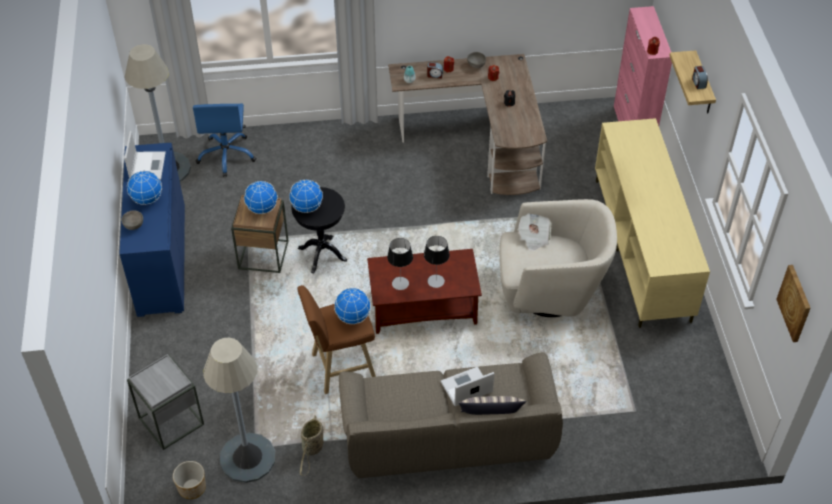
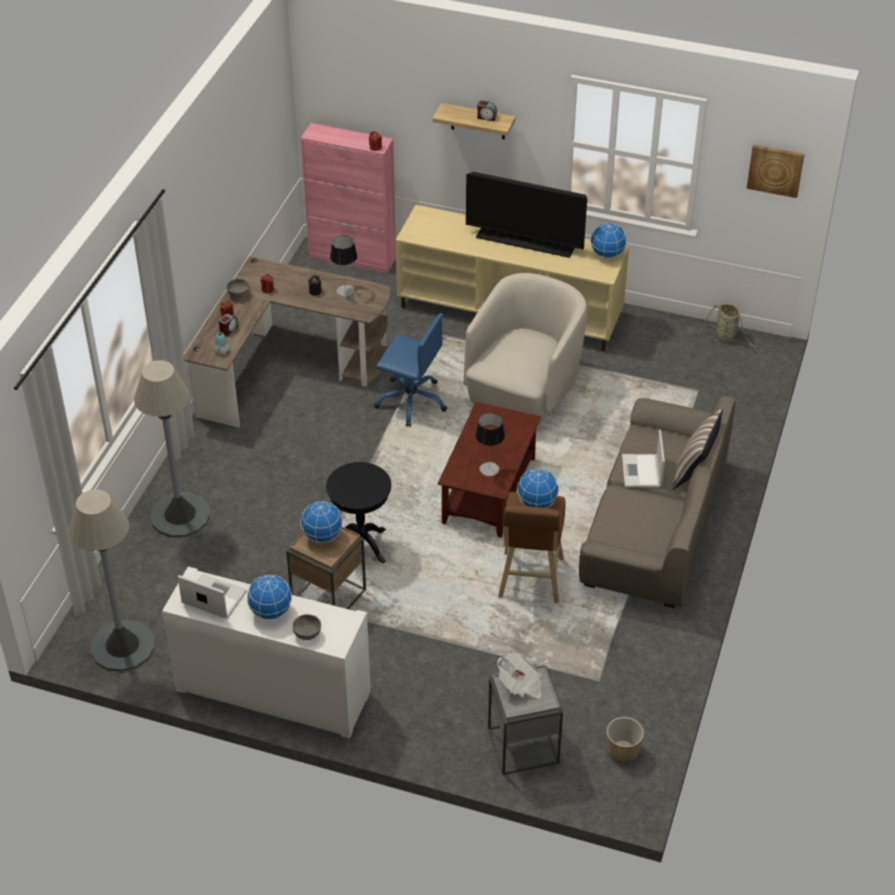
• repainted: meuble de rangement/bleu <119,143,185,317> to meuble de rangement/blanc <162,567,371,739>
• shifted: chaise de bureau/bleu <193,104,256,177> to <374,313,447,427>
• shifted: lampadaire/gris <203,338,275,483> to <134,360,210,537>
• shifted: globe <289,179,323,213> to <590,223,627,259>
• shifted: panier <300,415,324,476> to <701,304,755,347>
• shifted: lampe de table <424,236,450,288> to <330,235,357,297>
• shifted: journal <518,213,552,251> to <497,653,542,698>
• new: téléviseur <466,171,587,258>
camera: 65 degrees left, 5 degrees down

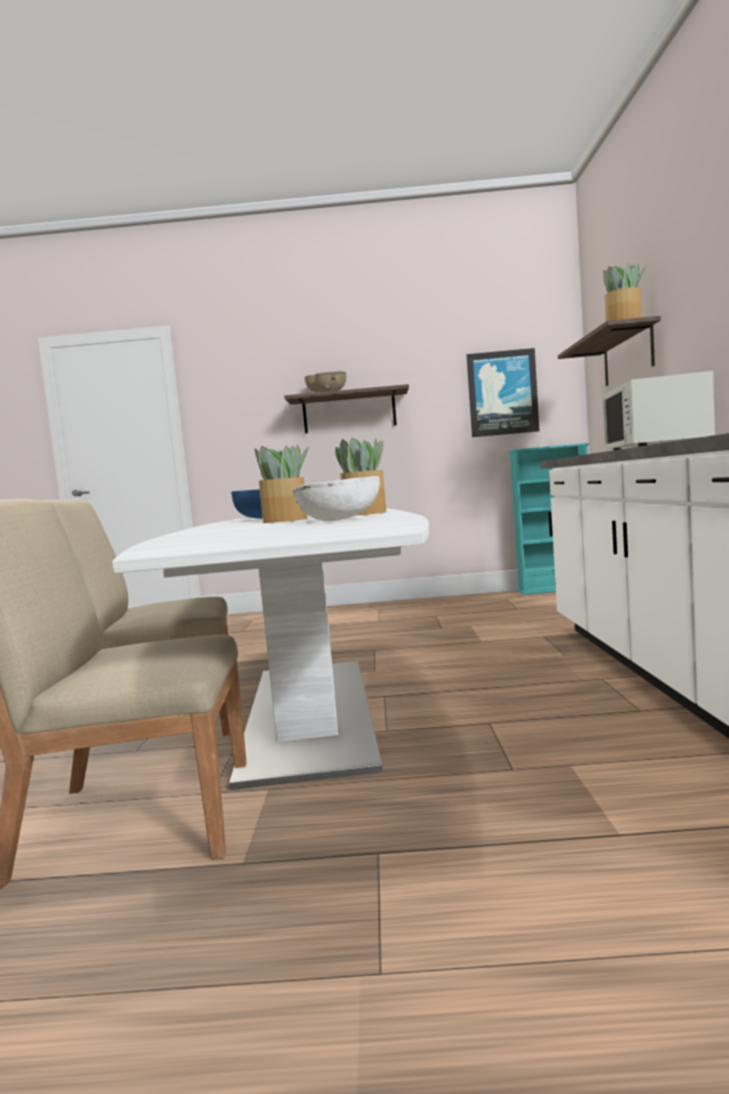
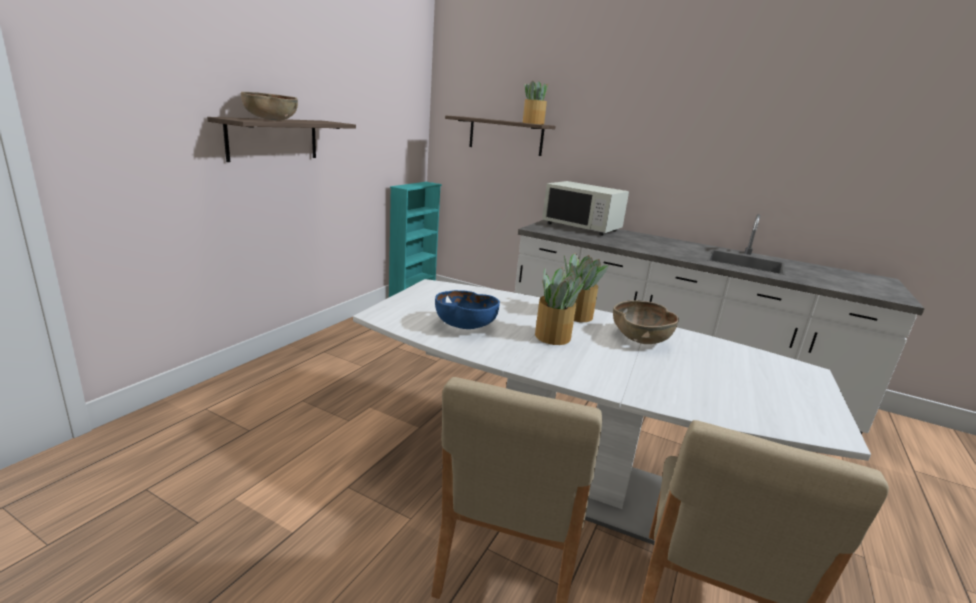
• repainted: bol/blanc <293,476,380,521> to bol/marron <613,300,679,344>
• gone: tableau <466,348,539,437>
camera: 65 degrees left, 15 degrees up

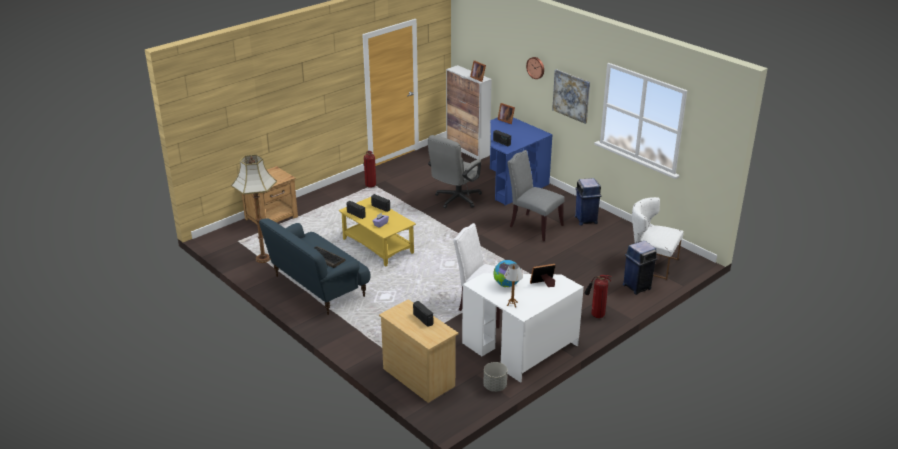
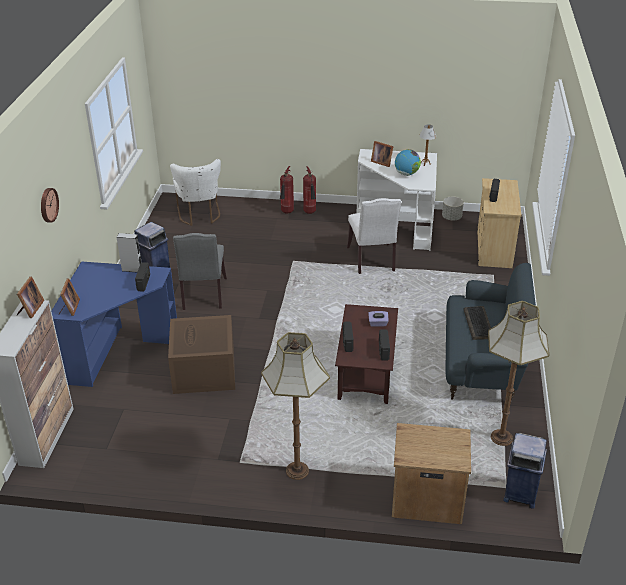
• repainted: table basse/jaune <339,197,416,267> to table basse/marron <335,304,398,404>
• shifted: extincteur <363,151,376,188> to <280,166,294,214>
• swapped: chaise de bureau/gris <428,135,482,208> to boîte de rangement/marron <168,315,235,394>
• gone: tableau <552,69,590,124>
• shifted: poubelle/bleu <623,241,657,295> to <503,433,547,509>
• new: enceinte/gris <117,233,142,273>
• new: lampadaire <261,332,330,480>
camera: 130 degrees left, 5 degrees up

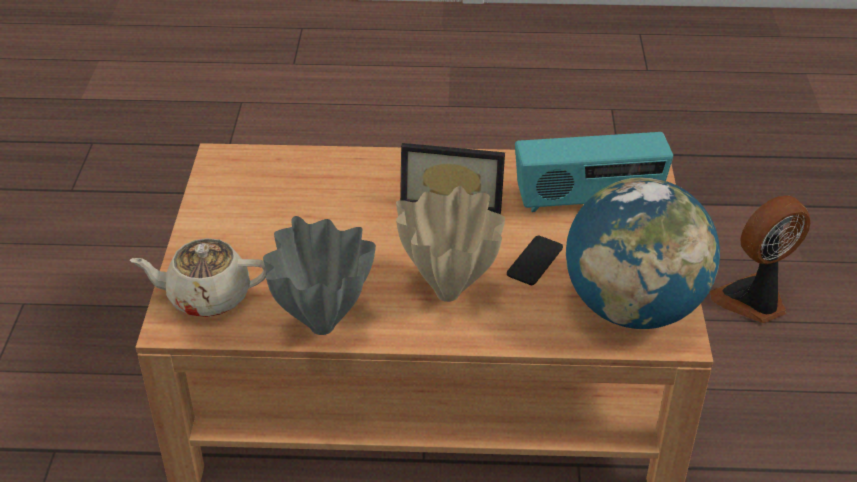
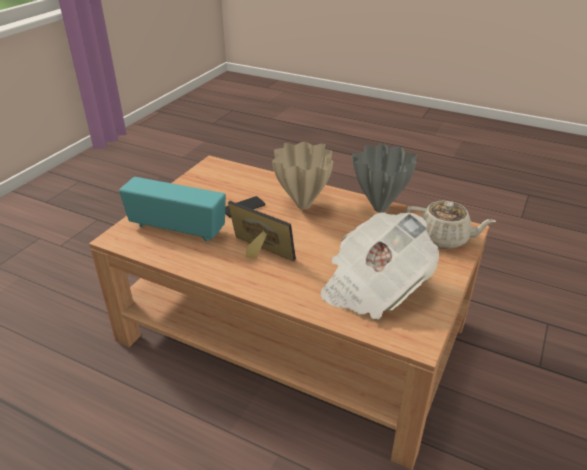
• gone: globe <566,178,720,329>
• gone: ventilateur <710,196,810,323>
• new: journal <320,212,439,319>
camera: 155 degrees left, 5 degrees down

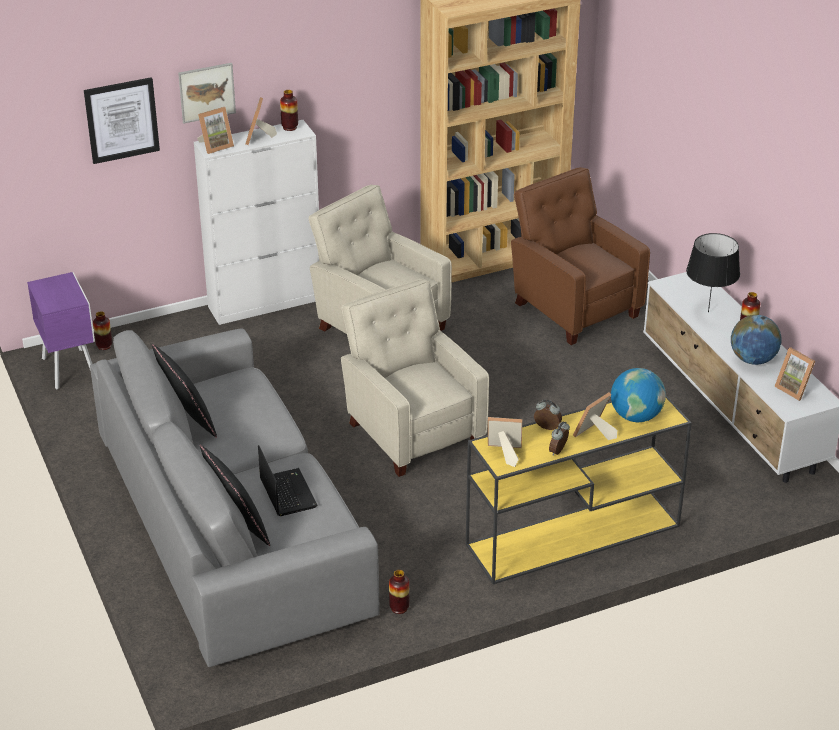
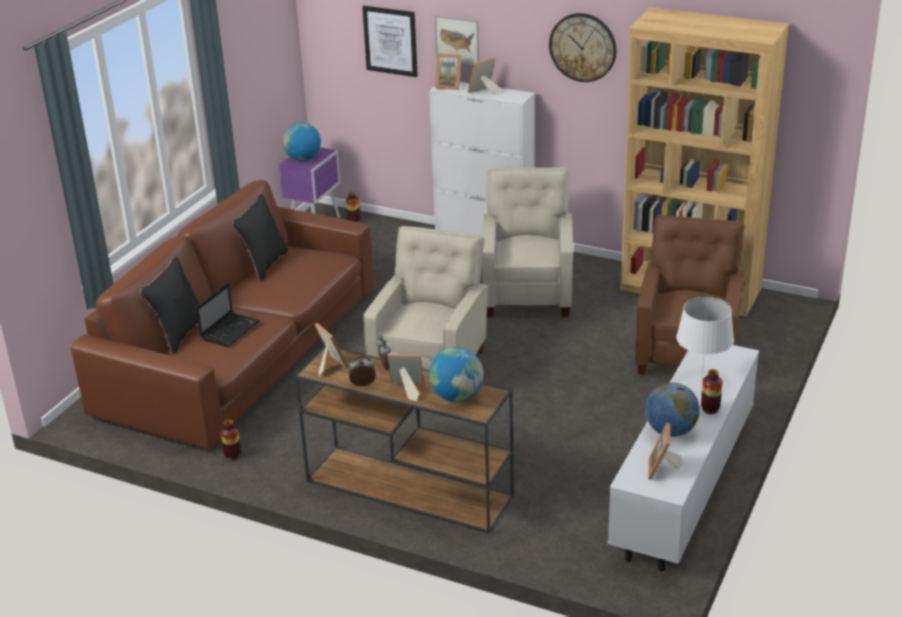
• repainted: canapé/gris <90,328,380,667> to canapé/marron <71,180,374,449>
• gone: vase <280,90,298,131>
• repainted: table console/jaune <466,395,692,584> to table console/marron <295,346,513,533>
• repainted: lampe de table/noir <686,233,740,313> to lampe de table/blanc <676,297,734,382>
• new: globe <282,122,321,161>
• new: horloge murale <549,13,617,82>
camera: 50 degrees right, 5 degrees down

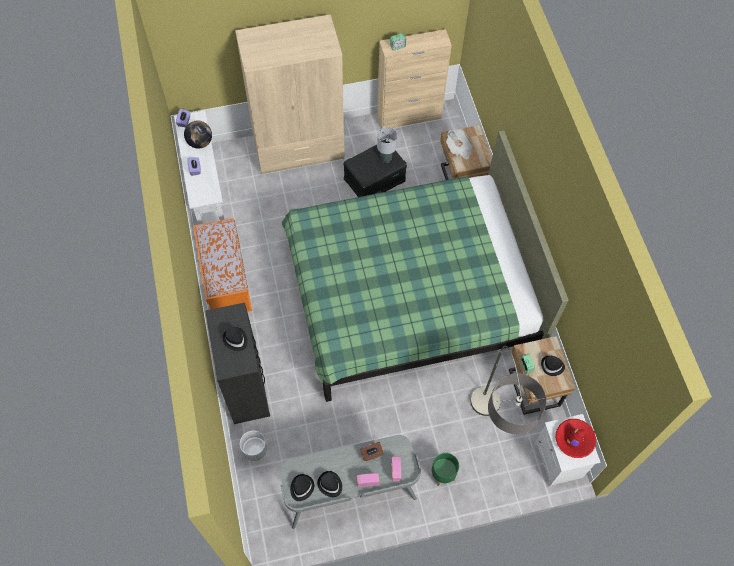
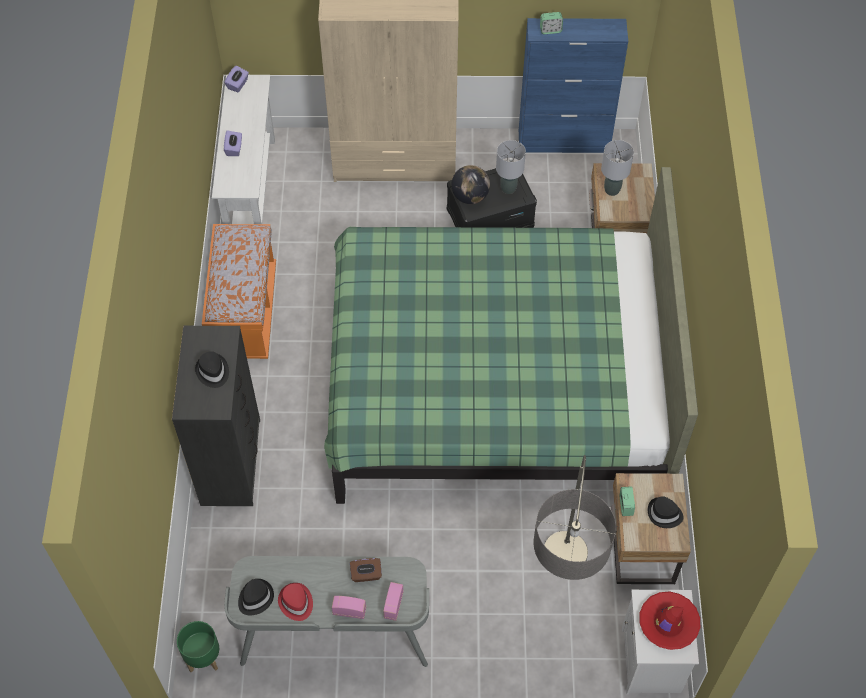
• shifted: globe <184,121,212,149> to <451,165,490,204>
• gone: cache-pot/blanc <240,431,267,461>
• repainted: chapeau/noir <317,471,342,497> to chapeau/rouge <278,583,313,621>
• repainted: meuble de rangement/beige <377,29,452,129> to meuble de rangement/bleu <519,18,628,153>
• shifted: cache-pot/vert <431,453,459,486> to <177,621,219,672>
• swapped: journal <446,129,473,159> to lampe de table/gris <601,140,634,196>
camera: 15 degrees right, 5 degrees down

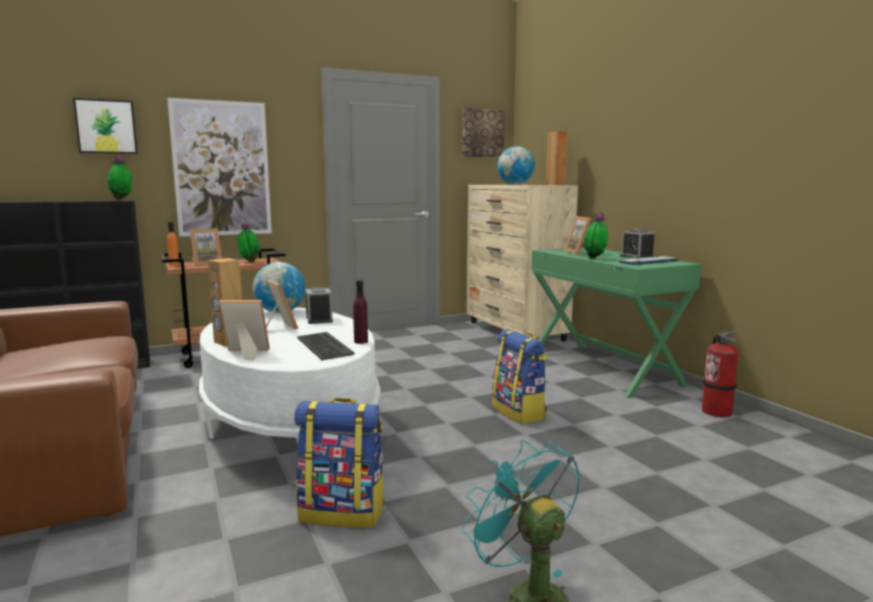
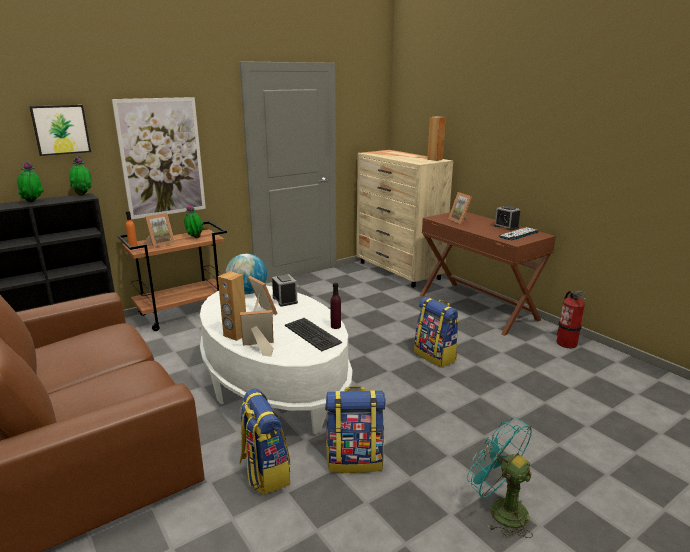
• gone: tableau <462,108,505,157>
• gone: globe <497,146,535,185>
• repainted: bureau/vert <531,247,701,398> to bureau/marron <419,212,556,336>
• shifted: plante en pot <583,212,608,259> to <17,161,44,203>
• new: sac à dos <240,389,290,495>
camera: 10 degrees left, 10 degrees up

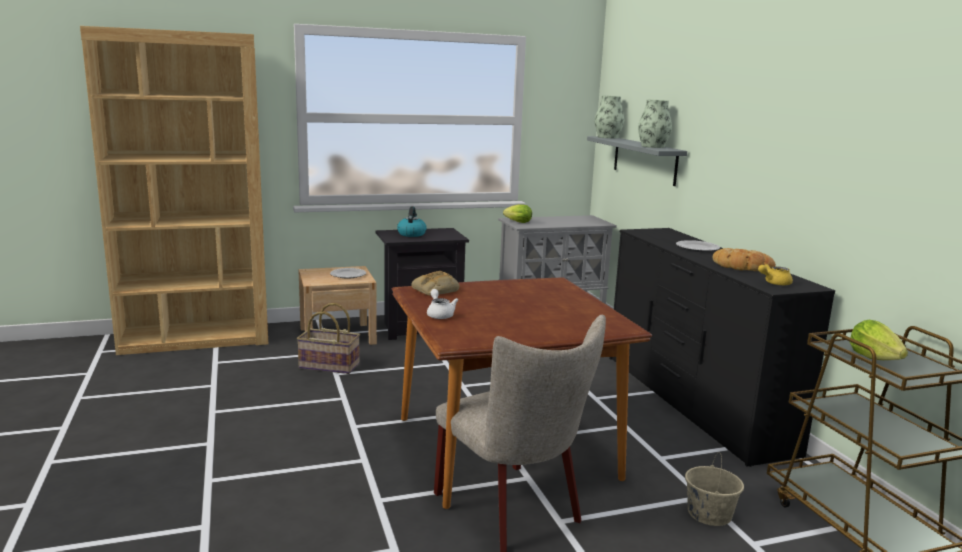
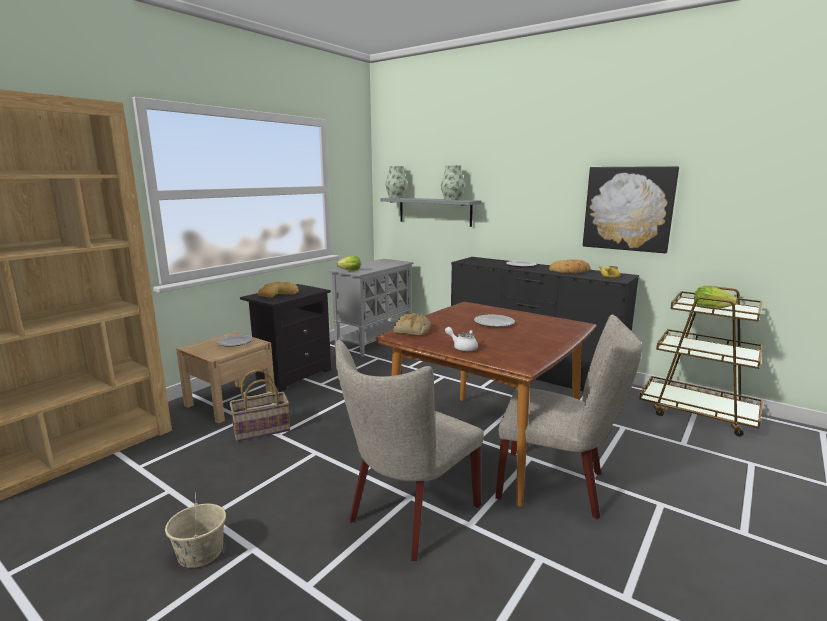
• swapped: bouilloire <397,207,427,237> to pain <258,281,299,298>
• shifted: seau/beige <685,452,744,526> to <165,492,226,568>
• new: chaise/beige <335,340,484,561>
• new: assiette <474,315,515,327>
• new: tableau <583,166,679,253>
camera: 35 degrees left, 0 degrees up

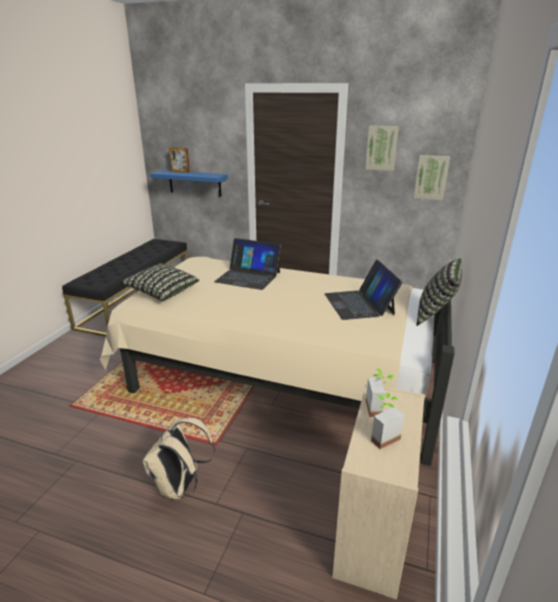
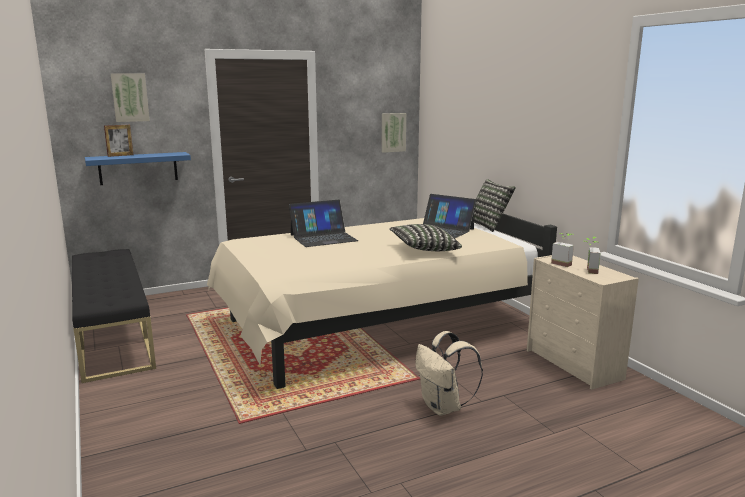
• shifted: coussin <120,263,199,301> to <389,224,462,251>
• shifted: tableau <365,125,399,171> to <111,73,150,122>
camera: 45 degrees left, 10 degrees down

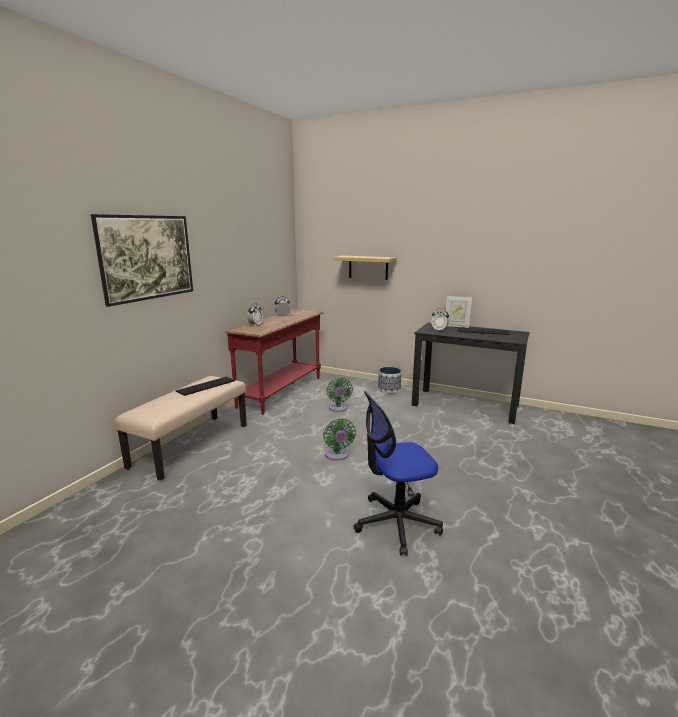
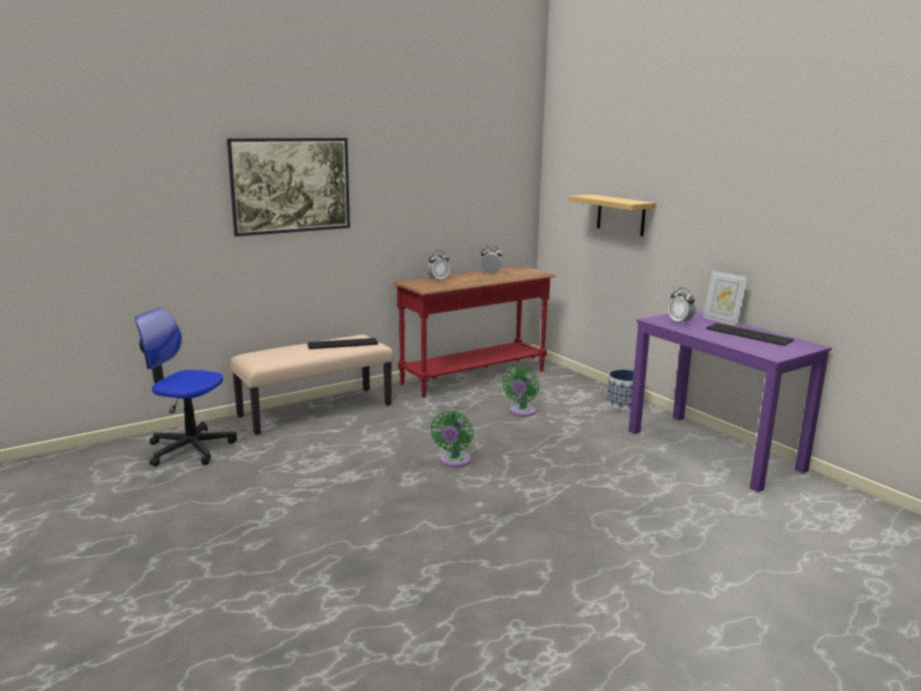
• shifted: chaise de bureau <353,391,443,556> to <135,308,237,466>
• repainted: bureau/noir <412,322,530,424> to bureau/violet <629,311,832,492>
camera: 30 degrees right, 0 degrees up

